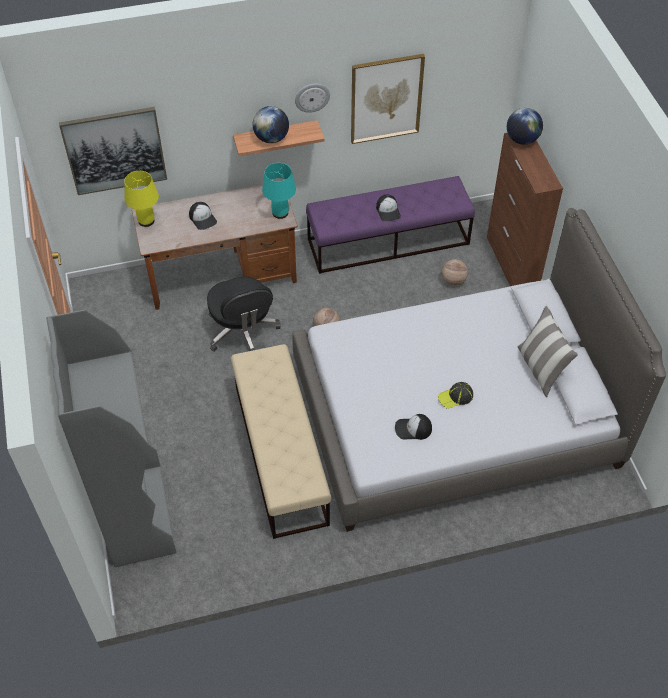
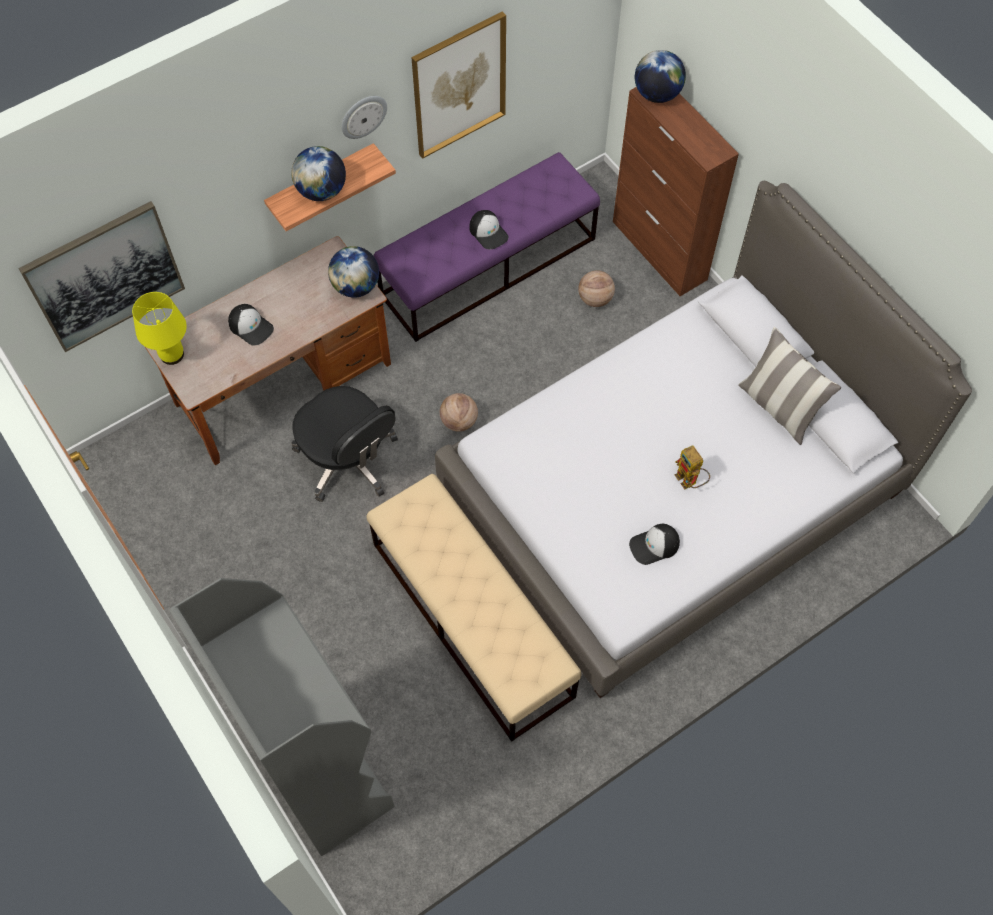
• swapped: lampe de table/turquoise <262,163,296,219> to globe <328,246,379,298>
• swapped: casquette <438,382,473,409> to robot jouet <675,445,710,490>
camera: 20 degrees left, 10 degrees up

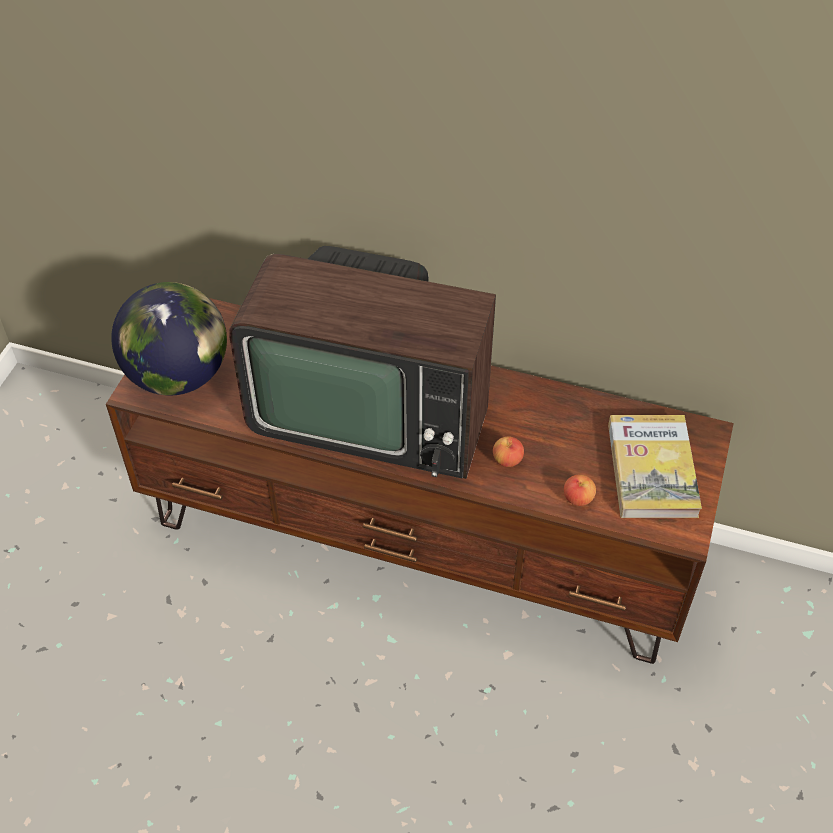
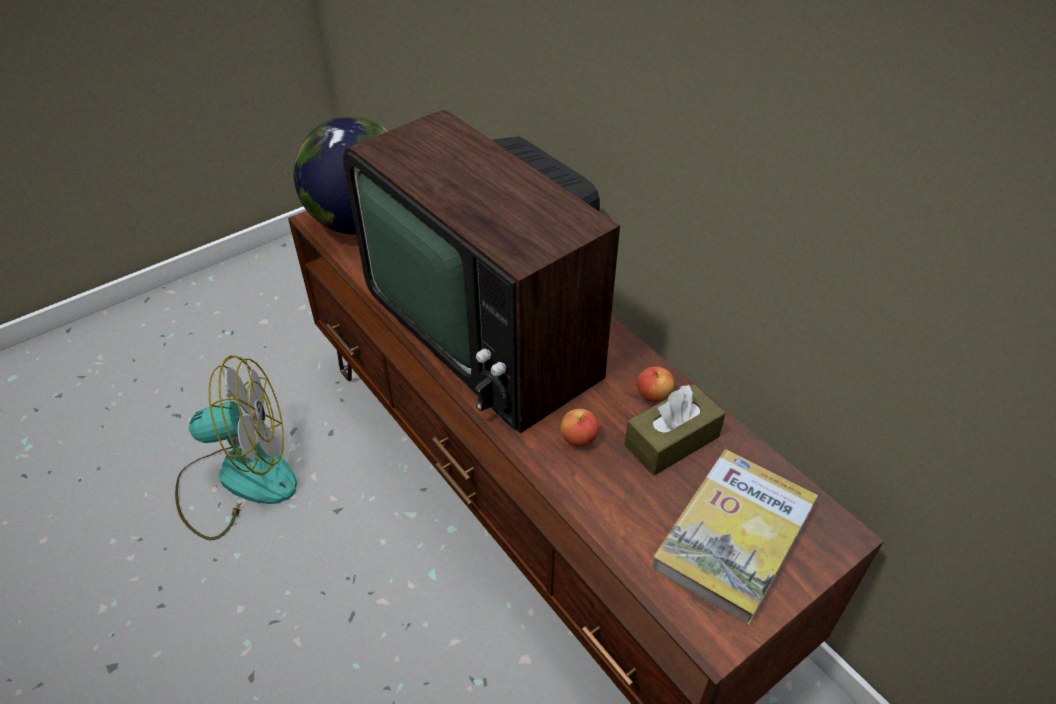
• shifted: pomme <564,475,596,506> to <637,366,675,402>
• new: ventilateur <175,356,297,540>
• new: boîte à mouchoirs/marron <624,384,726,476>
camera: 35 degrees right, 5 degrees down

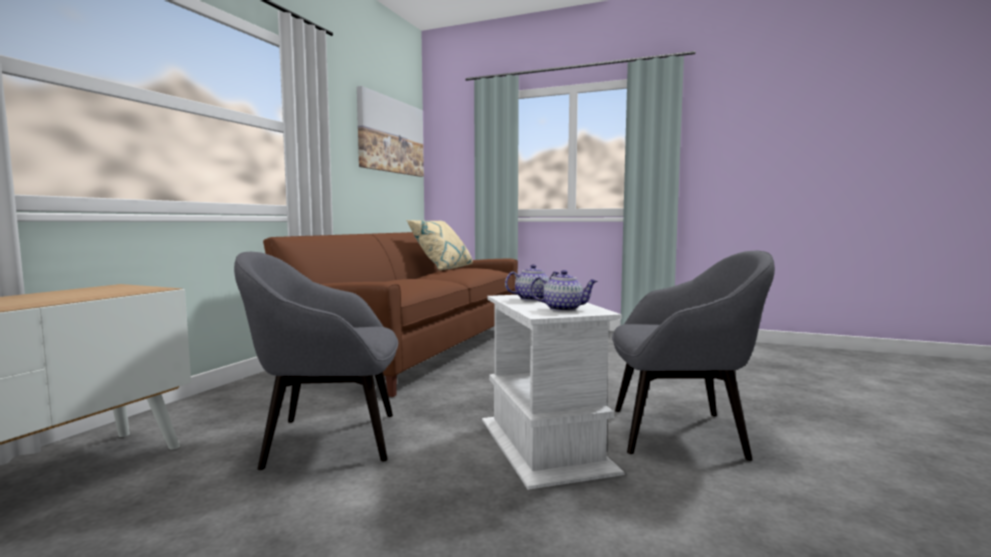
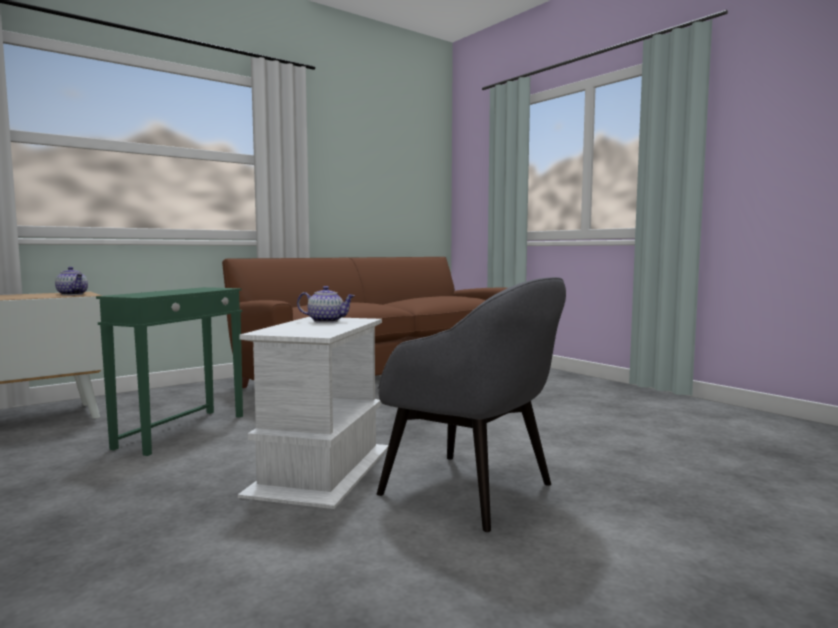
• swapped: fauteuil/gris <234,252,398,470> to table d'appoint/vert <96,287,243,456>
• gone: tableau <357,86,424,177>
• gone: coussin/beige <407,220,473,270>
• shifted: théière <530,270,598,312> to <55,267,88,295>
camera: 30 degrees right, 0 degrees up

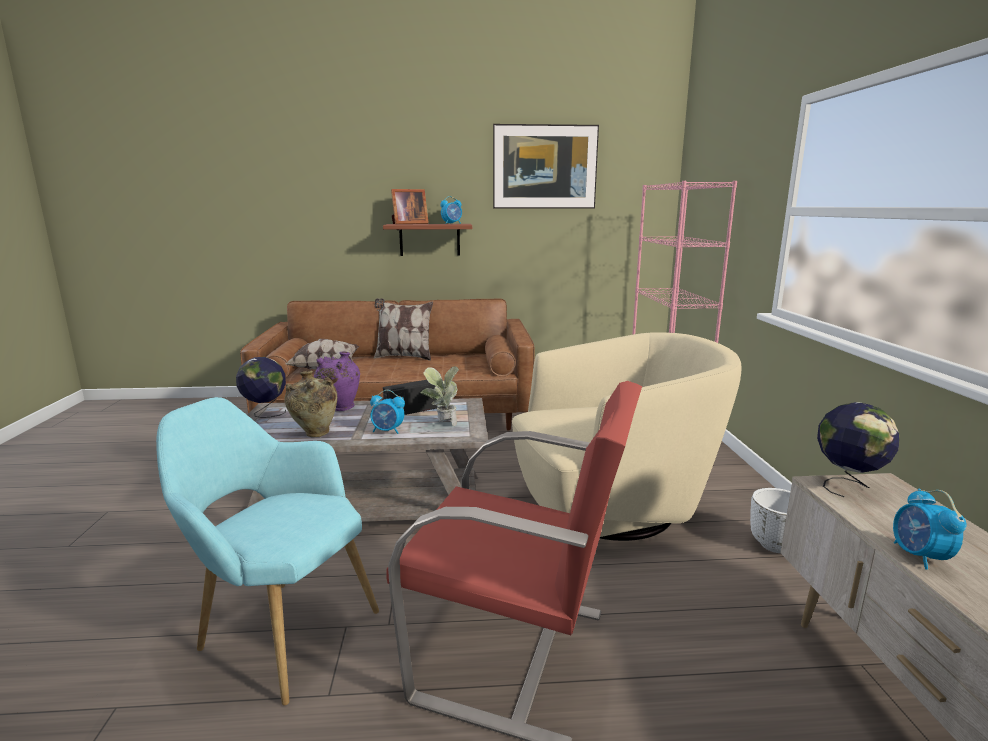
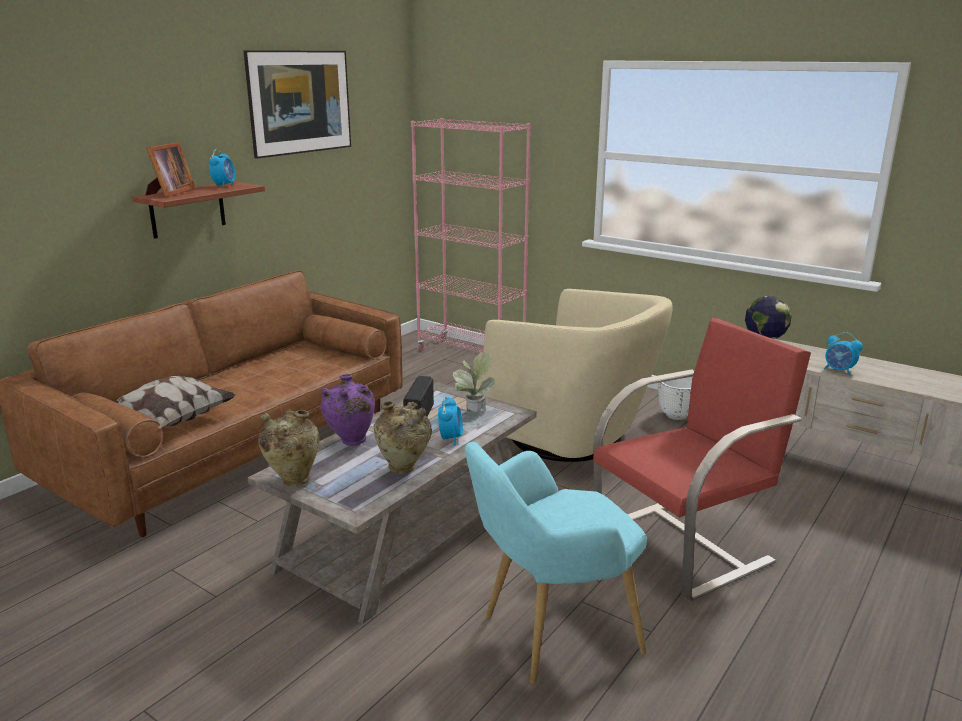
• swapped: globe <236,357,286,418> to vase/beige <258,409,319,487>
• rotated: réveil <370,390,405,434> = <438,397,463,445> 45 degrees counterclockwise
• gone: coussin <374,298,433,361>
• rotated: fauteuil/beige <512,332,741,541> = <476,289,673,462> 105 degrees clockwise
camera: 50 degrees left, 5 degrees up

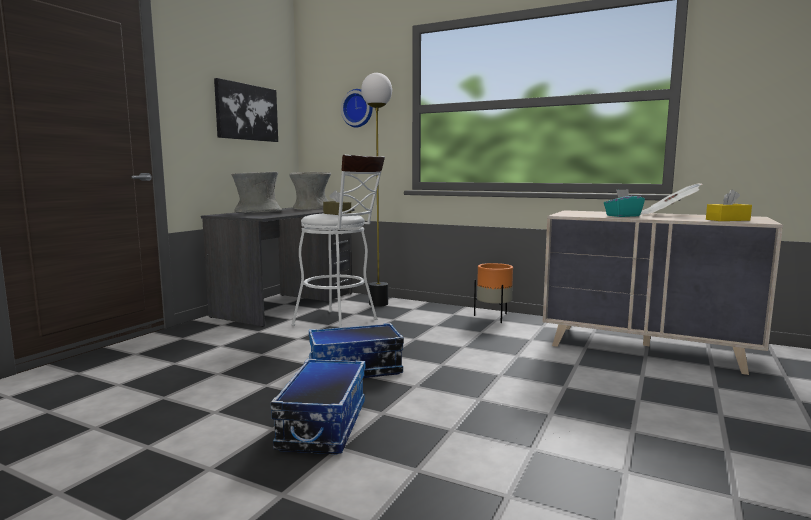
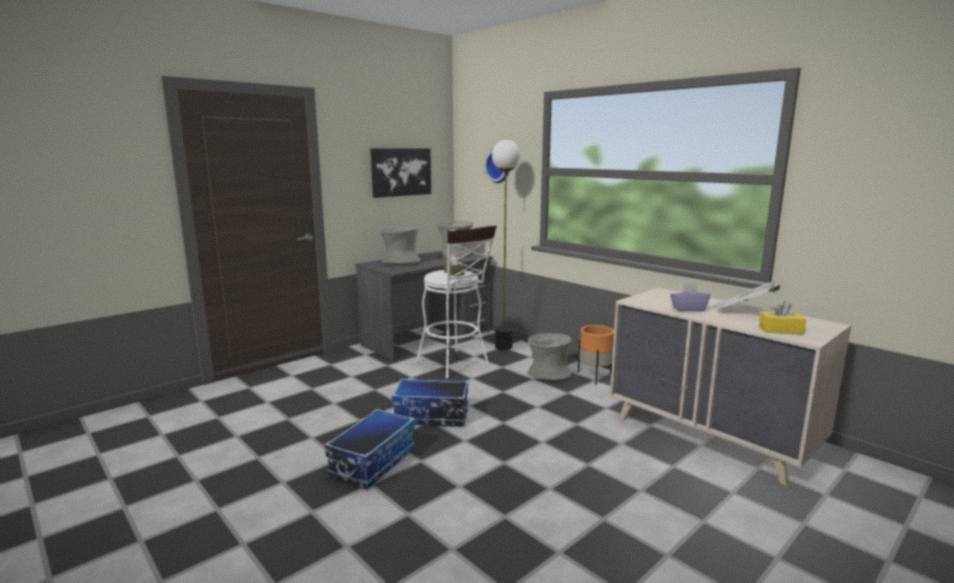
• repainted: boîte à mouchoirs/turquoise <604,189,645,217> to boîte à mouchoirs/violet <670,283,711,311>
• new: vase/gris <528,333,572,380>
camera: 20 degrees right, 5 degrees up

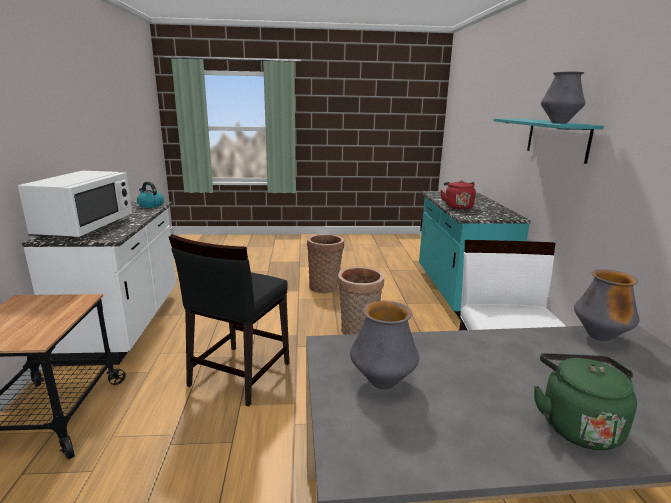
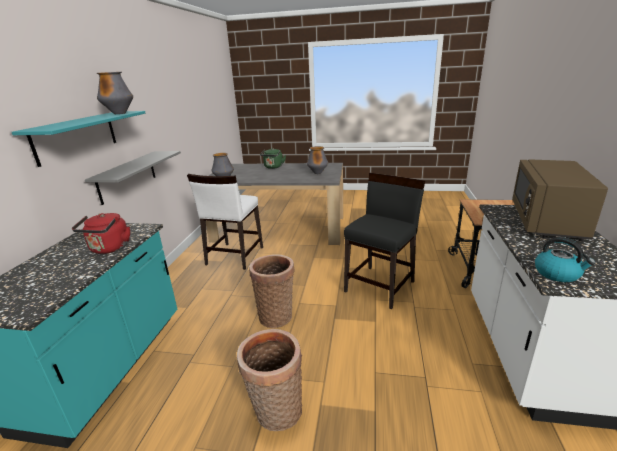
• repainted: micro-ondes/blanc <18,171,132,240> to micro-ondes/marron <512,159,608,242>
• new: étagère/gris <85,151,181,205>
camera: 165 degrees left, 5 degrees up

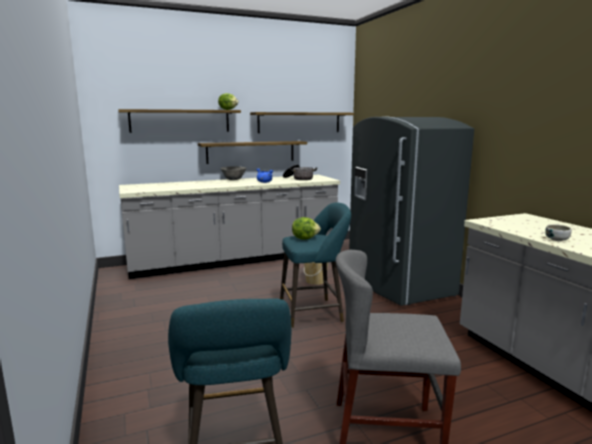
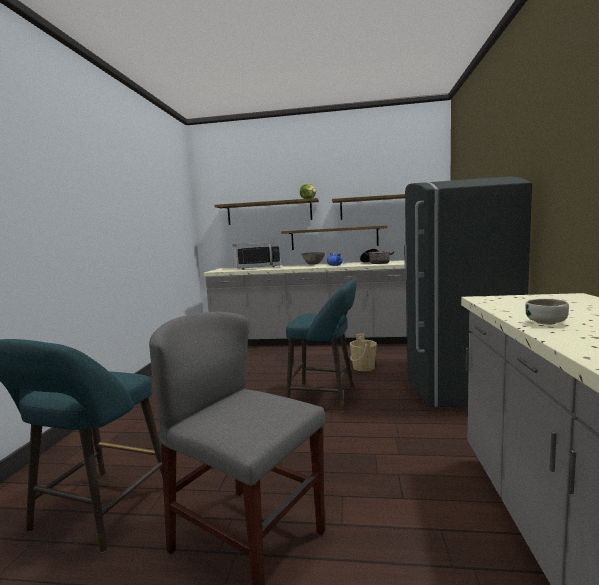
• gone: laitue <292,217,321,239>
• new: micro-ondes <232,242,281,270>
camera: 30 degrees right, 5 degrees down

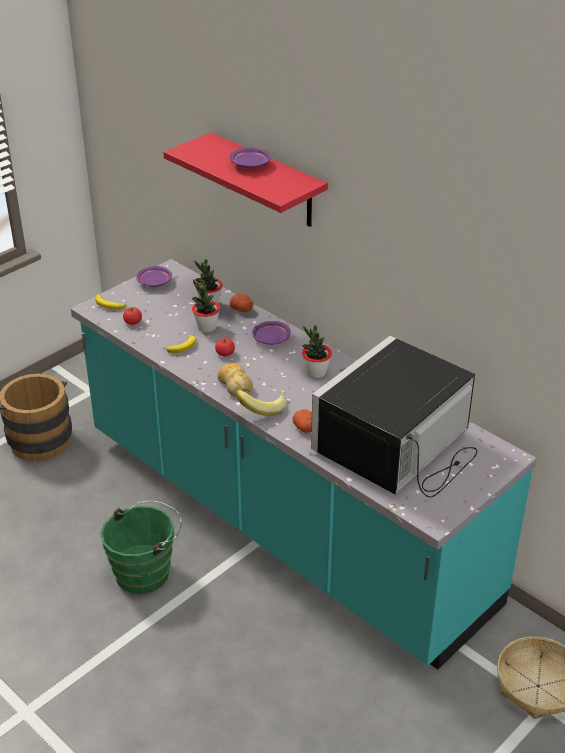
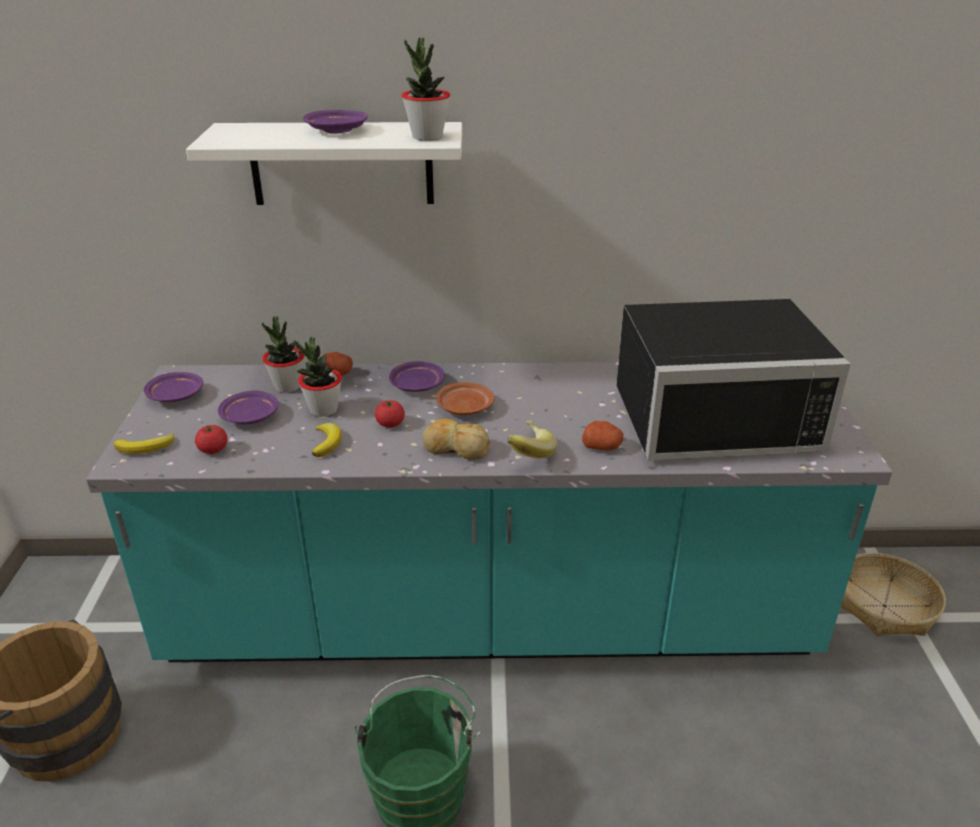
• repainted: étagère/rouge <163,132,328,227> to étagère/blanc <186,122,462,205>
• shifted: plante en pot <302,326,332,378> to <402,38,450,141>
• rotated: micro-ondes/noir <311,336,477,498> = <616,299,850,460> 90 degrees counterclockwise
• new: assiette/violet <218,391,279,424>
• new: assiette/marron <436,382,495,415>
camera: 45 degrees left, 5 degrees down

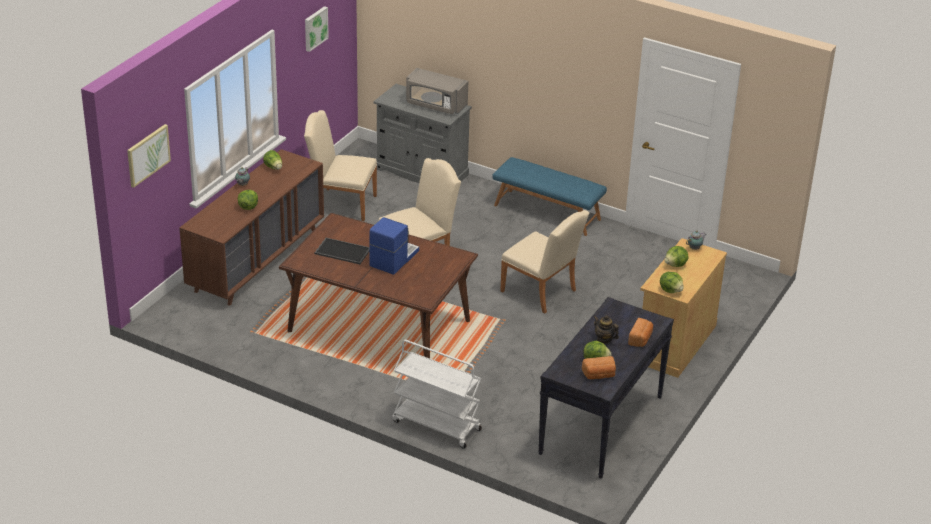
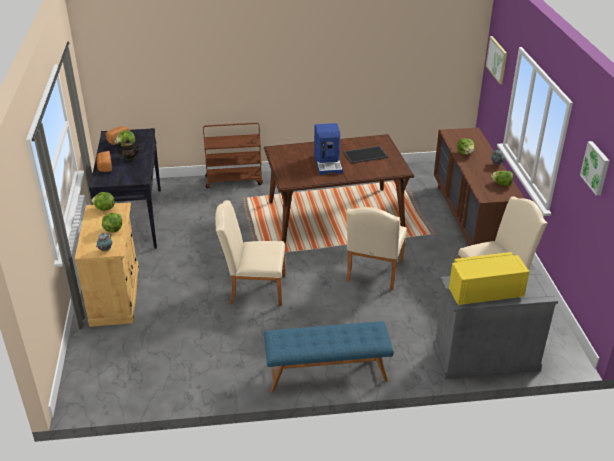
• repainted: chariot/blanc <392,340,482,449> to chariot/marron <203,123,263,188>
• repainted: micro-ondes/gris <406,68,468,114> to micro-ondes/jaune <449,252,529,305>
camera: 145 degrees right, 0 degrees up

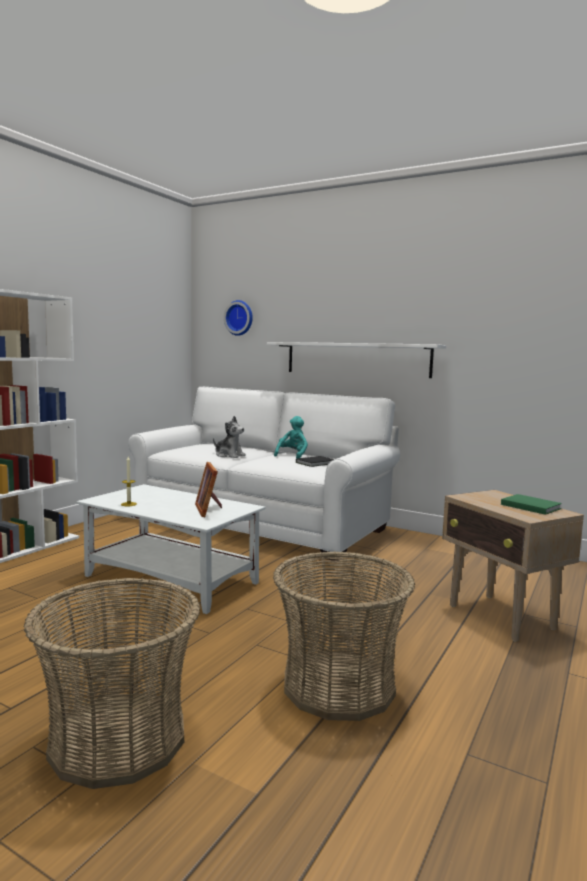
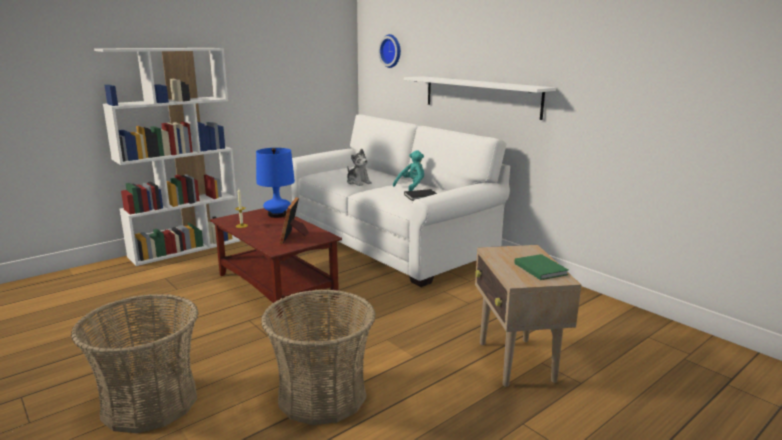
• repainted: table basse/blanc <77,484,265,614> to table basse/marron <210,208,342,319>
• new: lampe de table/bleu <256,148,295,218>
camera: 20 degrees right, 10 degrees up

